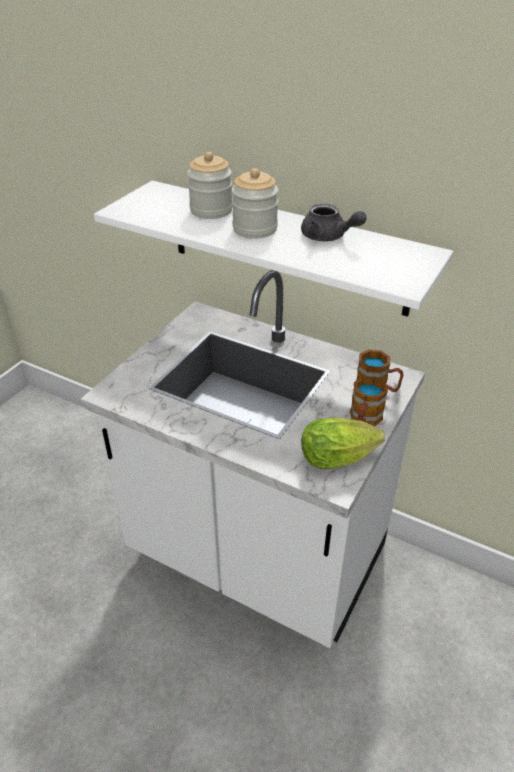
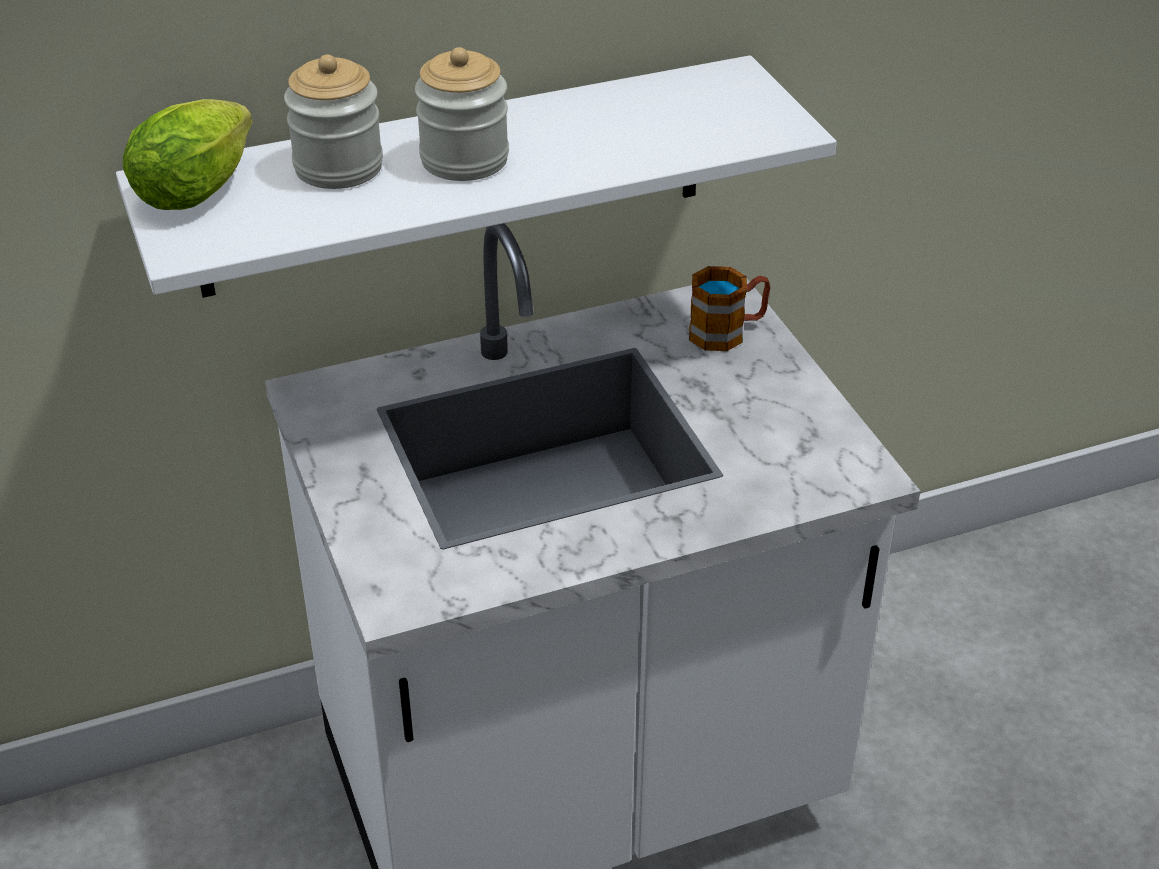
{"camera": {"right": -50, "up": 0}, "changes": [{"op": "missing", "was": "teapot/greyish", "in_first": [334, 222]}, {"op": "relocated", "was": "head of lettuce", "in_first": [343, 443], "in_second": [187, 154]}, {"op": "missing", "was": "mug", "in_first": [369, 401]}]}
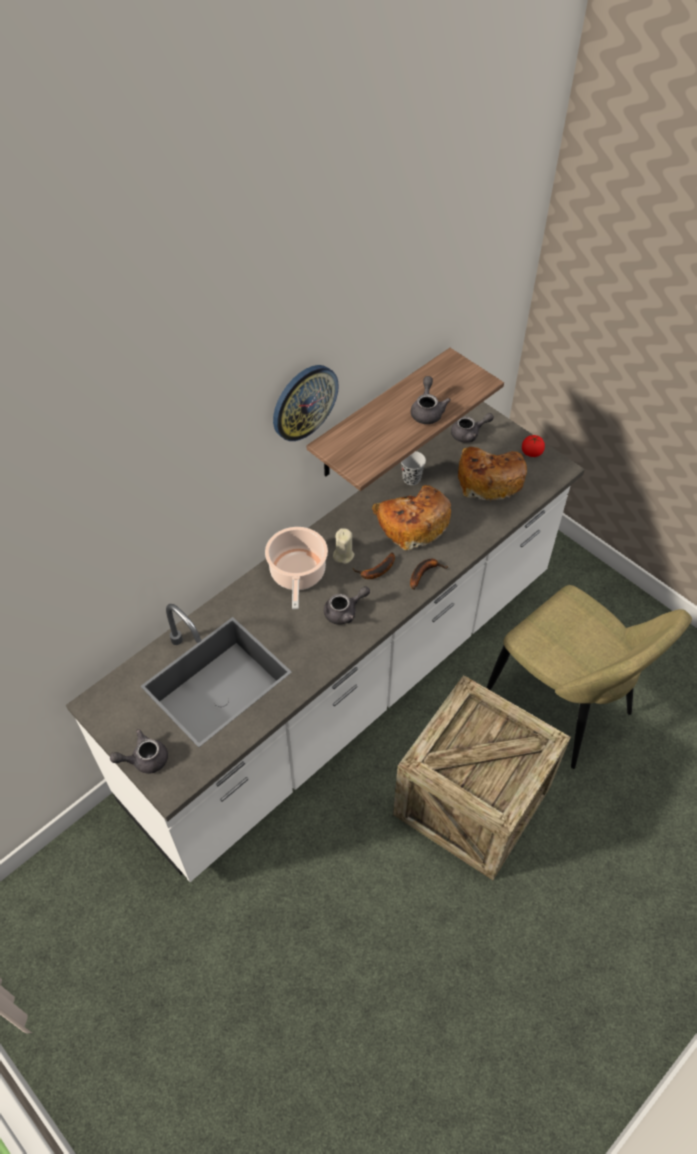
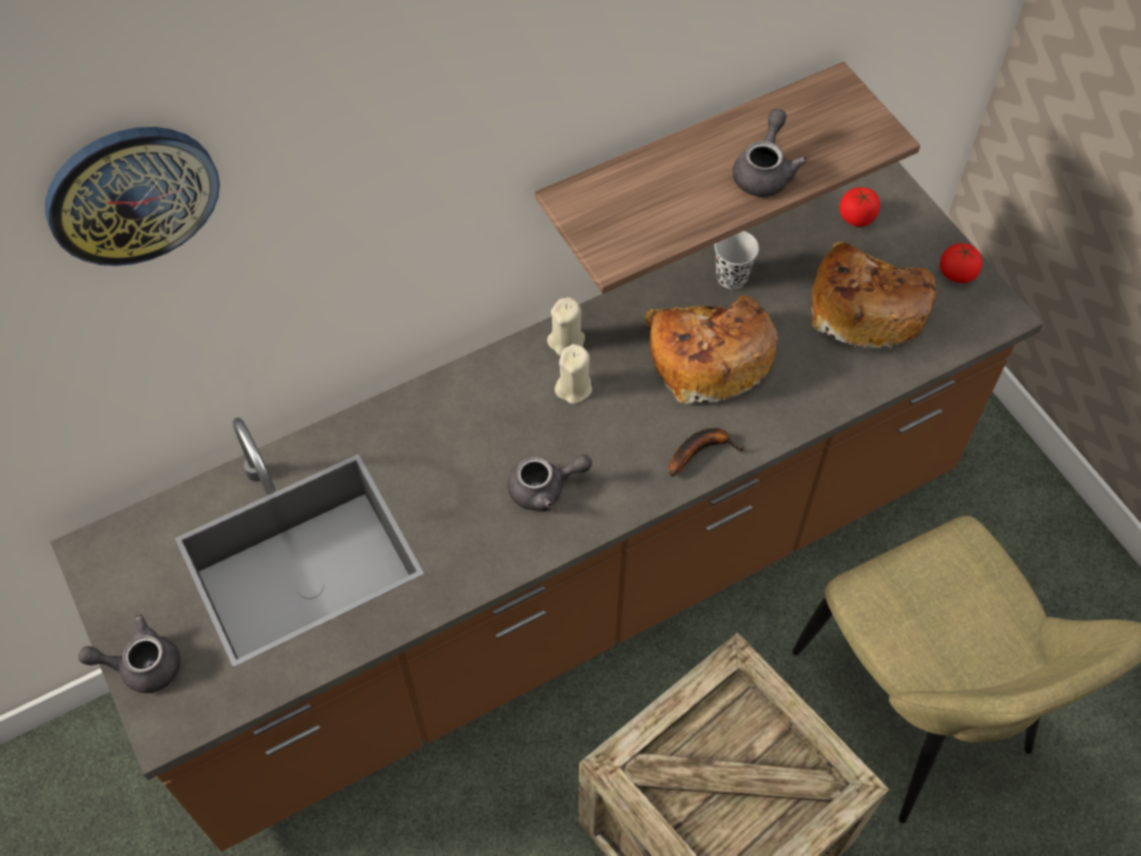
{"camera": {"right": 15, "up": 5}, "changes": [{"op": "colour", "was": "counter/whitish", "now": "counter/brown-coloured", "in_first": [325, 642], "in_second": [546, 507]}, {"op": "missing", "was": "cooking pot", "in_first": [296, 568]}, {"op": "relocated", "was": "clock on the wall", "in_first": [306, 403], "in_second": [132, 196]}, {"op": "missing", "was": "whole banana", "in_first": [374, 565]}, {"op": "exchanged", "was": "teapot/greyish", "now": "whole tomato", "in_first": [472, 428], "in_second": [860, 207]}, {"op": "appeared", "now": "wax light/sand-coloured", "in_second": [566, 326]}]}
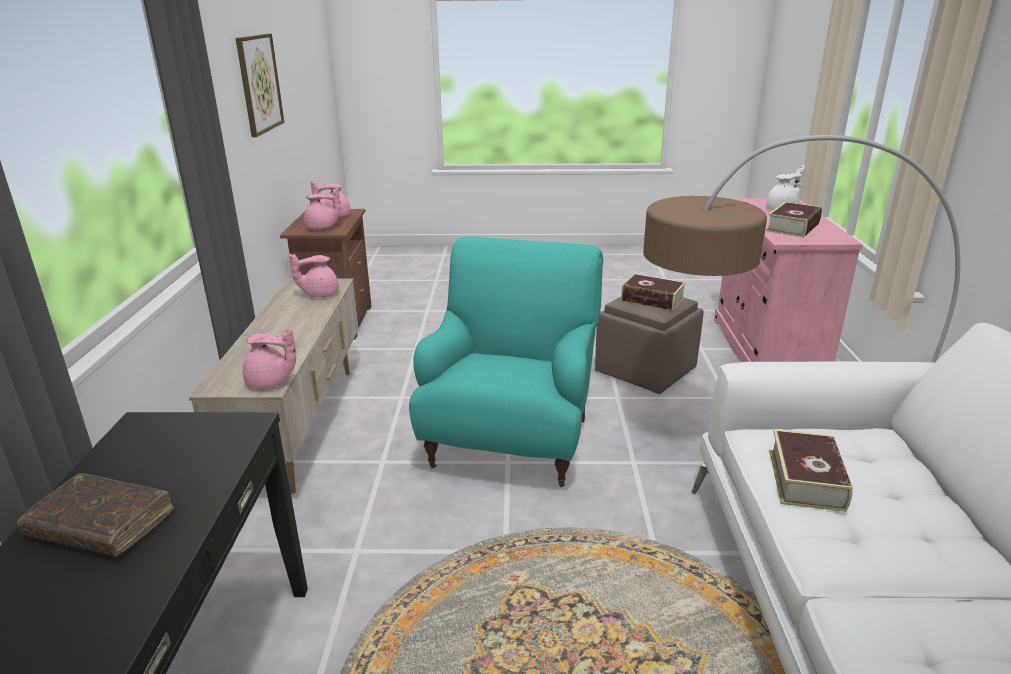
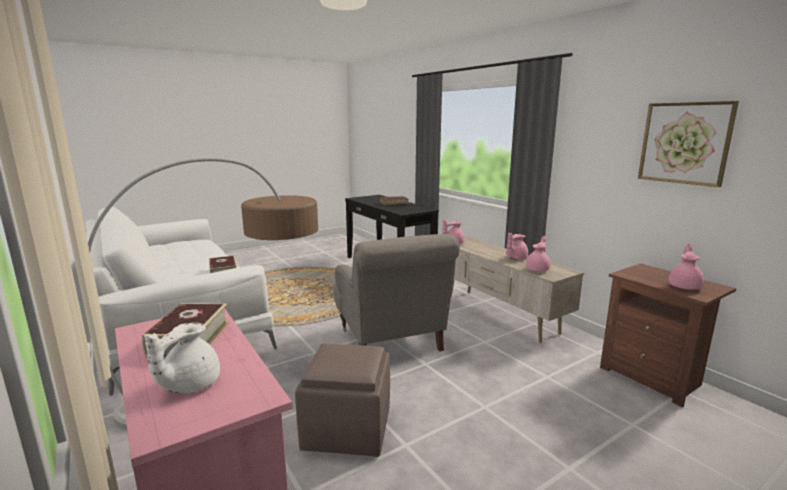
{"camera": {"right": 145, "up": -10}, "changes": [{"op": "relocated", "was": "teapot/pink", "in_first": [322, 208], "in_second": [517, 246]}, {"op": "colour", "was": "easy chair/turquoise", "now": "easy chair/greyish", "in_first": [506, 362], "in_second": [396, 293]}, {"op": "missing", "was": "book", "in_first": [653, 292]}]}
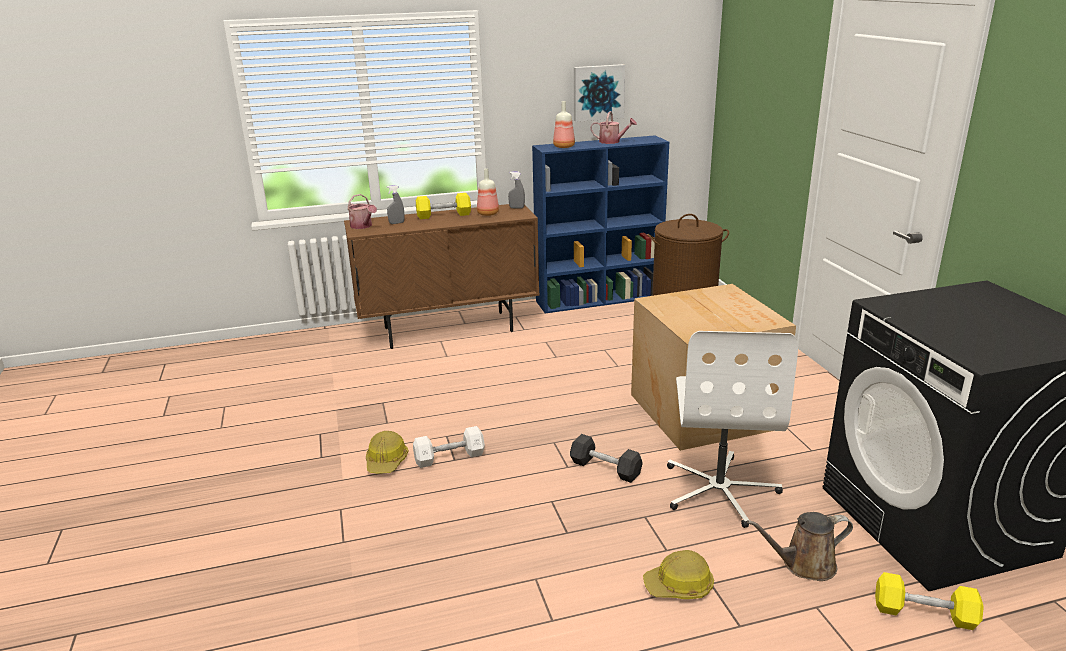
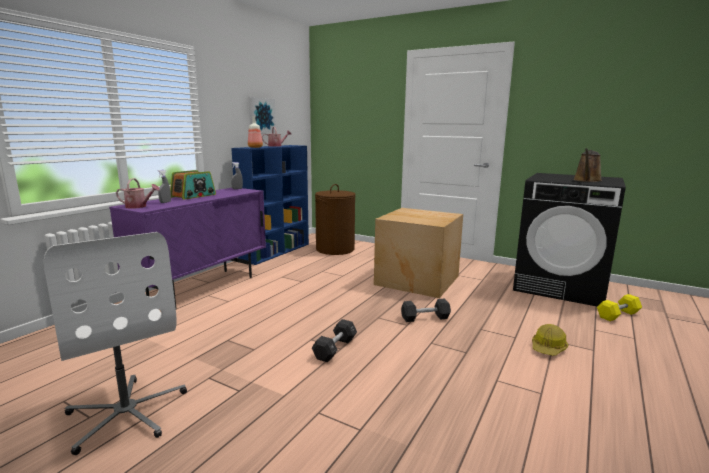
{"camera": {"right": -45, "up": -10}, "changes": [{"op": "colour", "was": "cabinet/brown-coloured", "now": "cabinet/purplish", "in_first": [441, 276], "in_second": [187, 248]}, {"op": "missing", "was": "hard hat", "in_first": [387, 452]}, {"op": "colour", "was": "free weight/whitish", "now": "free weight/blackish", "in_first": [449, 447], "in_second": [334, 341]}, {"op": "exchanged", "was": "free weight/yellow-coloured", "now": "radio receiver", "in_first": [443, 206], "in_second": [193, 185]}, {"op": "missing", "was": "drink bottle", "in_first": [488, 192]}, {"op": "relocated", "was": "computer chair/whitish", "in_first": [732, 429], "in_second": [115, 343]}, {"op": "relocated", "was": "watering can/brown-coloured", "in_first": [800, 546], "in_second": [587, 165]}]}
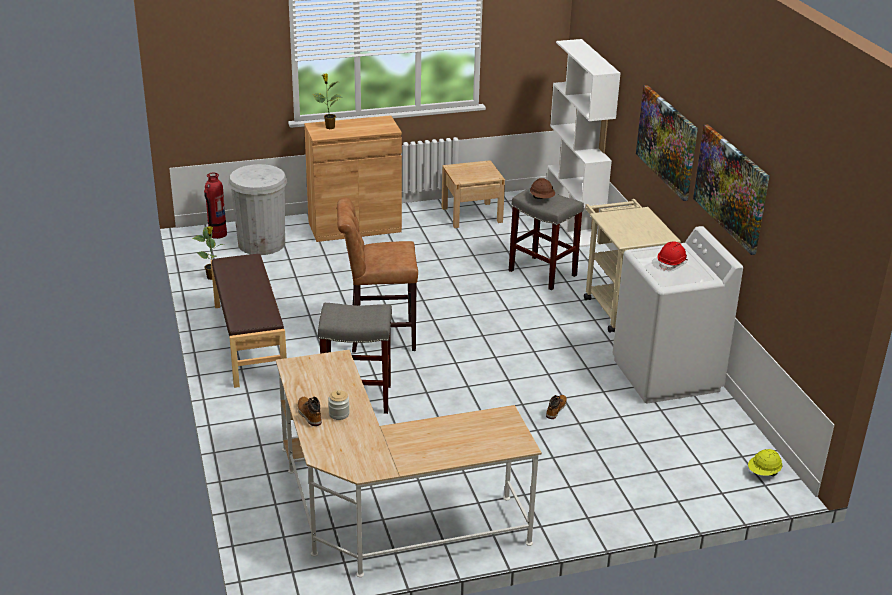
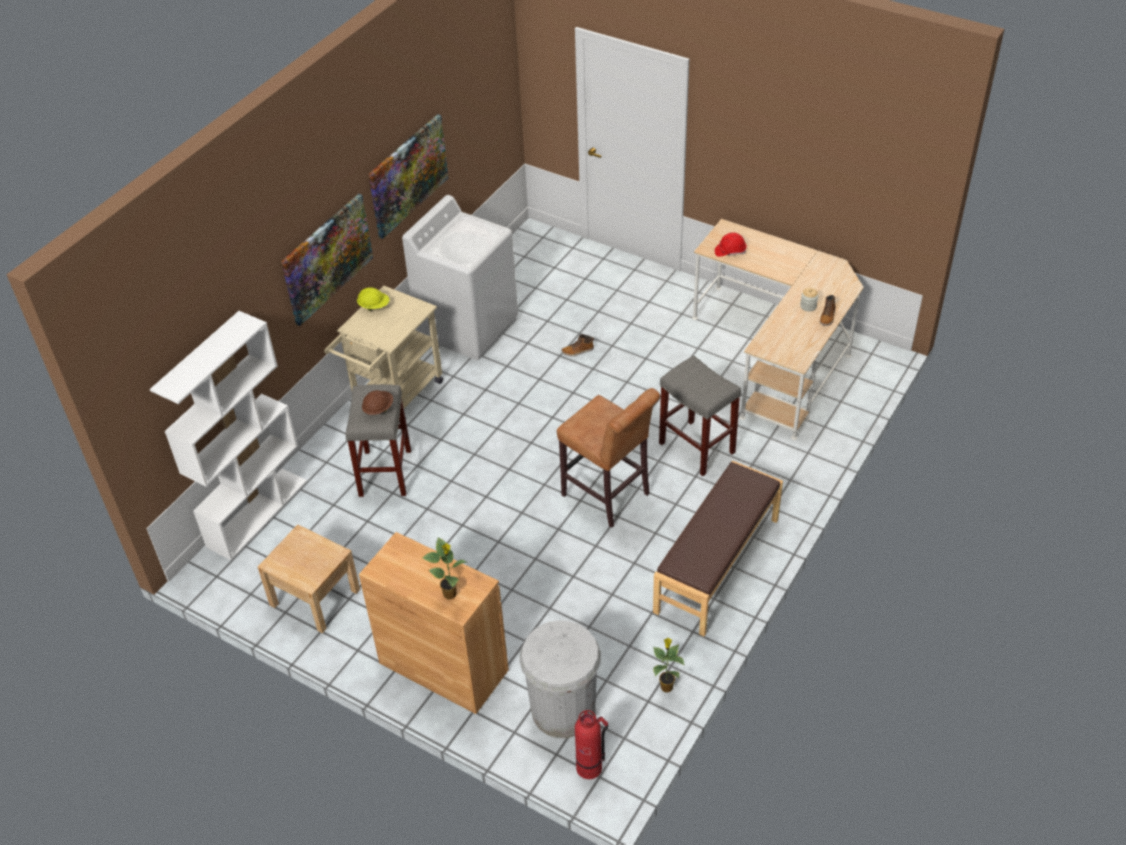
{"camera": {"right": -130, "up": 15}, "changes": [{"op": "relocated", "was": "hard hat/red", "in_first": [672, 256], "in_second": [730, 244]}, {"op": "relocated", "was": "hard hat/yellow-coloured", "in_first": [765, 462], "in_second": [373, 299]}]}
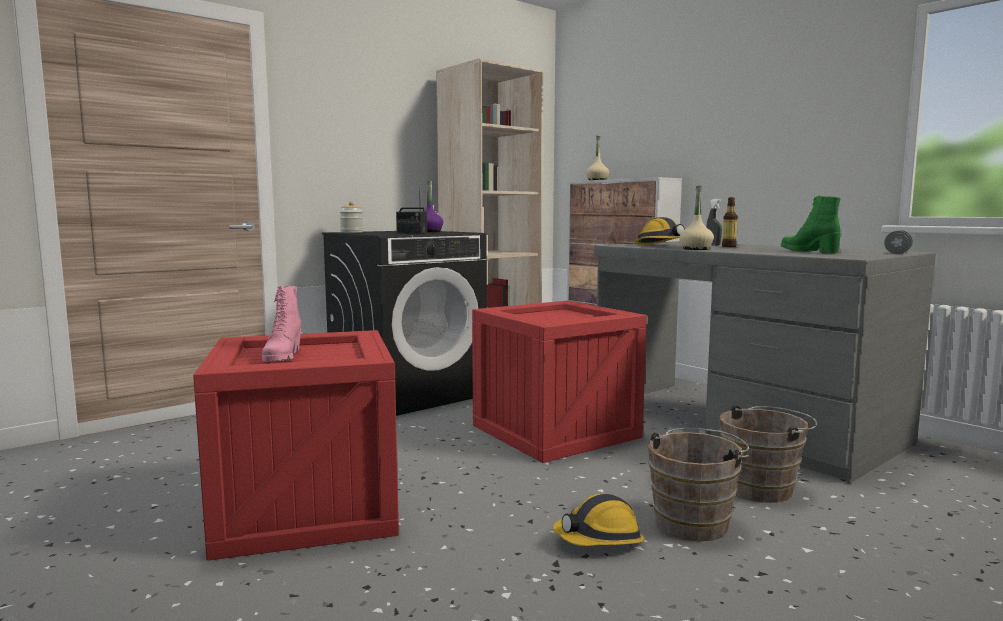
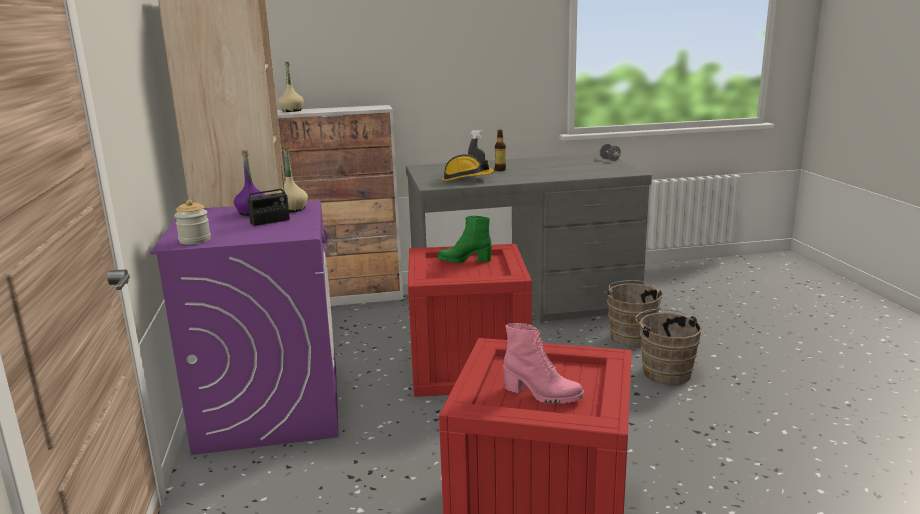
{"camera": {"right": -60, "up": 10}, "changes": [{"op": "colour", "was": "laundry machine/blackish", "now": "laundry machine/purplish", "in_first": [404, 323], "in_second": [244, 327]}, {"op": "missing", "was": "hard hat", "in_first": [599, 520]}, {"op": "relocated", "was": "drink bottle/sand-coloured", "in_first": [697, 218], "in_second": [292, 180]}, {"op": "relocated", "was": "high-top boot/greenish", "in_first": [811, 224], "in_second": [465, 239]}]}
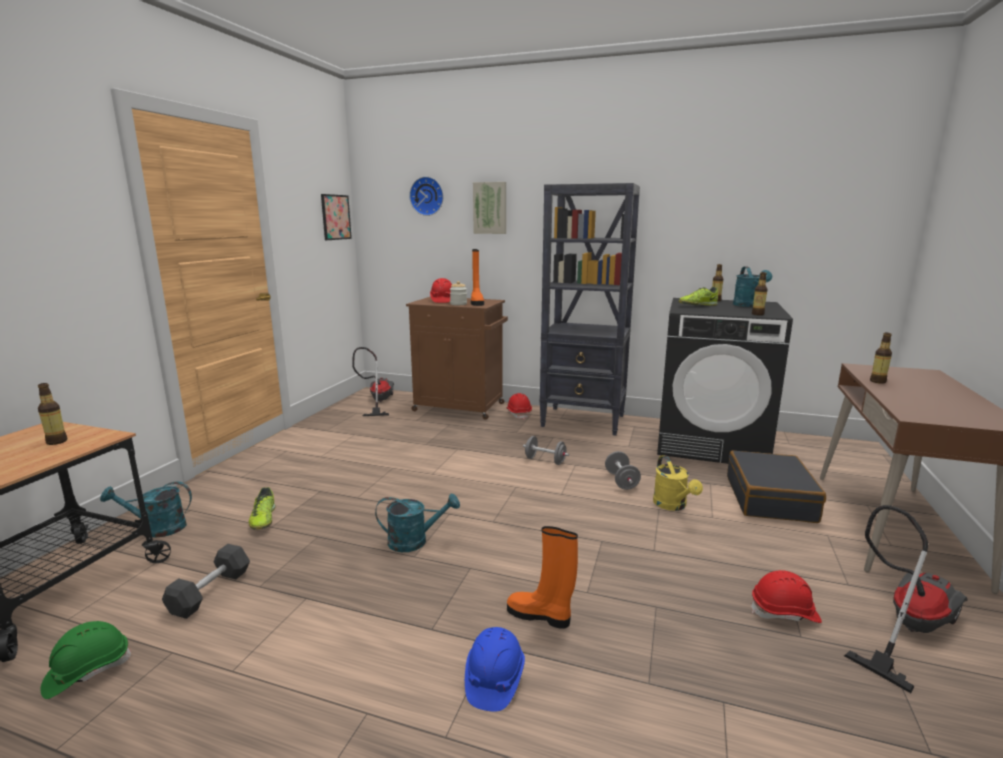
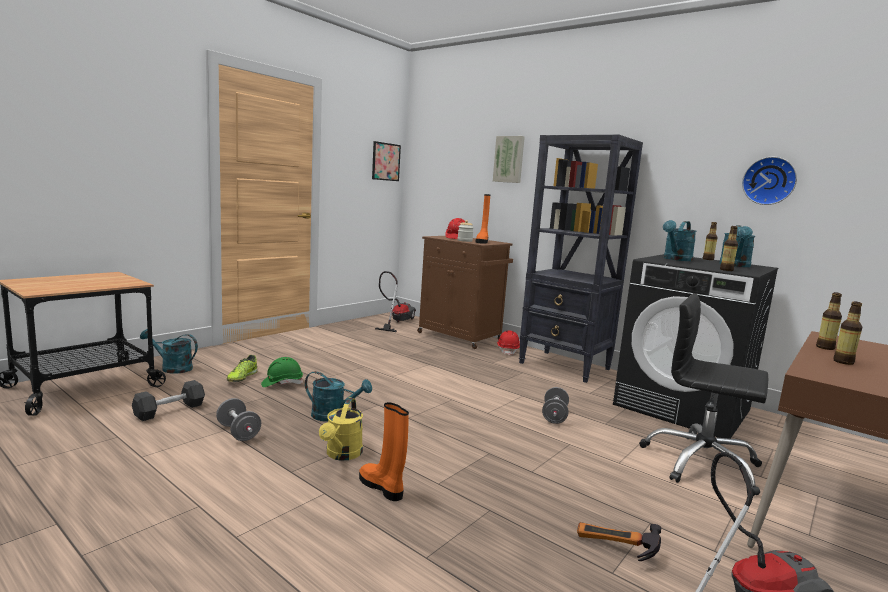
{"camera": {"right": 20, "up": -5}, "changes": [{"op": "relocated", "was": "drink bottle", "in_first": [52, 414], "in_second": [847, 333]}, {"op": "relocated", "was": "hard hat/greenish", "in_first": [86, 660], "in_second": [282, 372]}, {"op": "relocated", "was": "clock on the wall", "in_first": [426, 196], "in_second": [769, 181]}, {"op": "missing", "was": "hard hat/blue-coloured", "in_first": [495, 669]}, {"op": "relocated", "was": "free weight/greyish", "in_first": [546, 450], "in_second": [238, 419]}, {"op": "relocated", "was": "watering can/yellow-coloured", "in_first": [678, 483], "in_second": [341, 429]}, {"op": "exchanged", "was": "shoe", "now": "watering can/turquoise", "in_first": [698, 296], "in_second": [680, 240]}, {"op": "exchanged", "was": "travel case/blackish", "now": "computer chair/blackish", "in_first": [776, 487], "in_second": [704, 394]}, {"op": "exchanged", "was": "hard hat/red", "now": "tool hammer", "in_first": [786, 596], "in_second": [619, 541]}]}
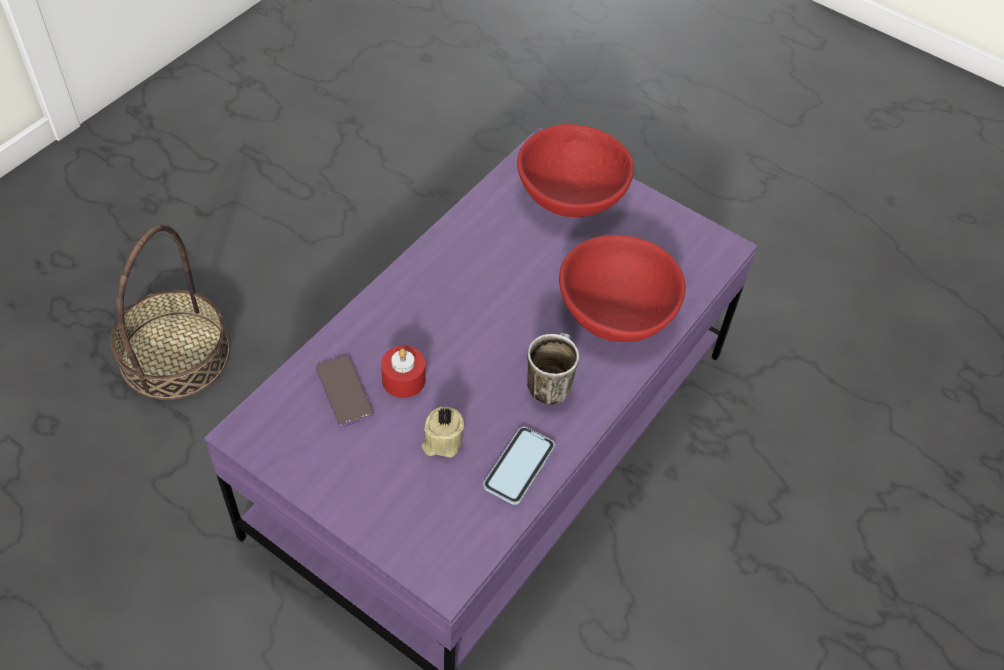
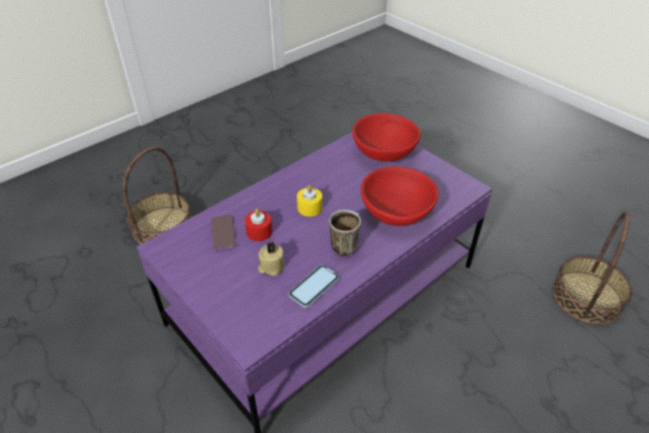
{"camera": {"right": 15, "up": -10}, "changes": [{"op": "appeared", "now": "wax light/yellow-coloured", "in_second": [309, 201]}, {"op": "appeared", "now": "household basket", "in_second": [592, 268]}]}
